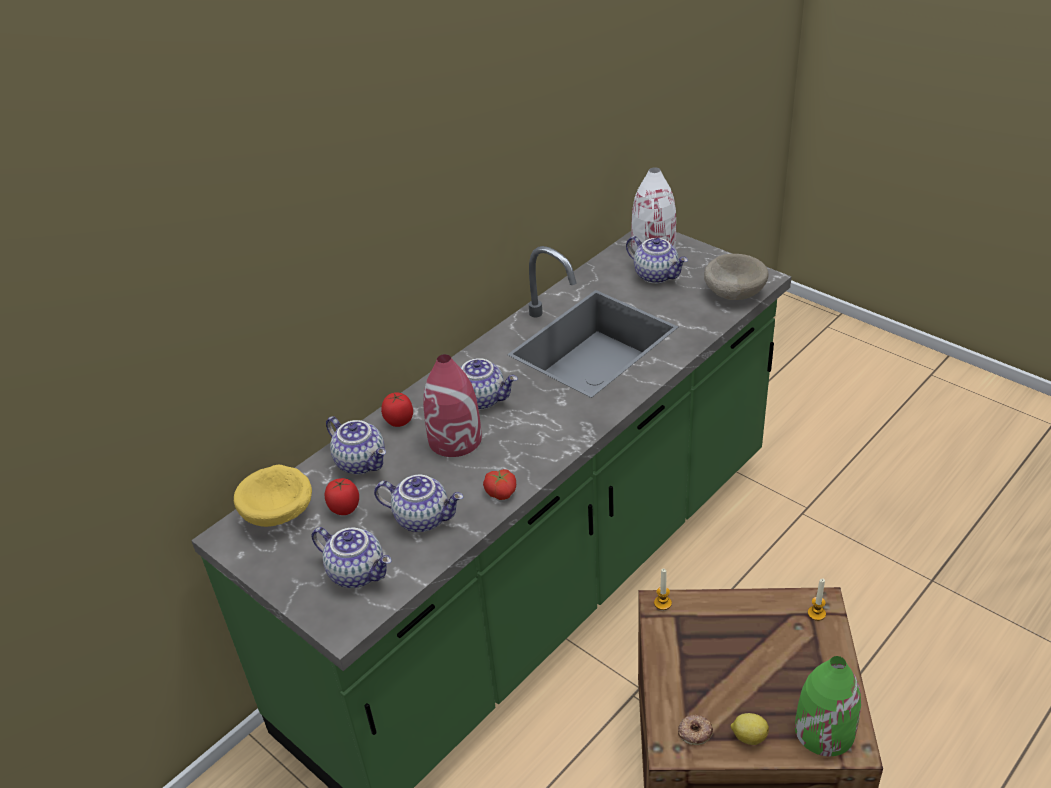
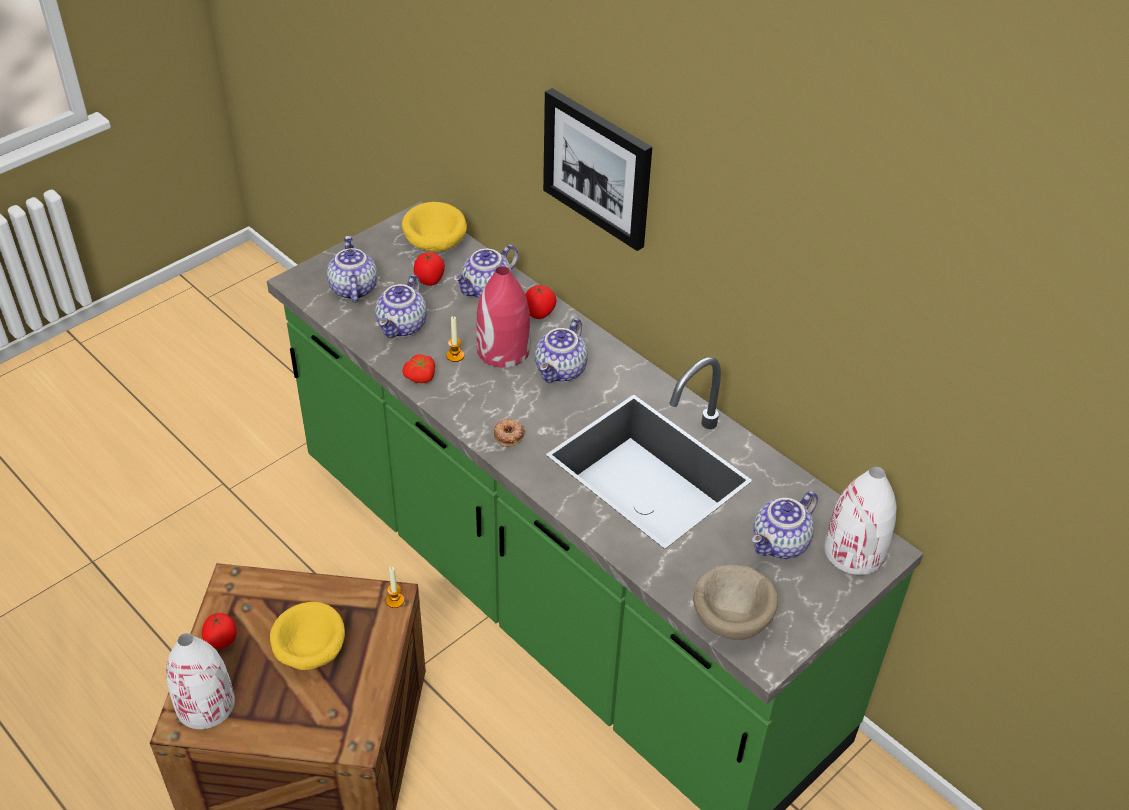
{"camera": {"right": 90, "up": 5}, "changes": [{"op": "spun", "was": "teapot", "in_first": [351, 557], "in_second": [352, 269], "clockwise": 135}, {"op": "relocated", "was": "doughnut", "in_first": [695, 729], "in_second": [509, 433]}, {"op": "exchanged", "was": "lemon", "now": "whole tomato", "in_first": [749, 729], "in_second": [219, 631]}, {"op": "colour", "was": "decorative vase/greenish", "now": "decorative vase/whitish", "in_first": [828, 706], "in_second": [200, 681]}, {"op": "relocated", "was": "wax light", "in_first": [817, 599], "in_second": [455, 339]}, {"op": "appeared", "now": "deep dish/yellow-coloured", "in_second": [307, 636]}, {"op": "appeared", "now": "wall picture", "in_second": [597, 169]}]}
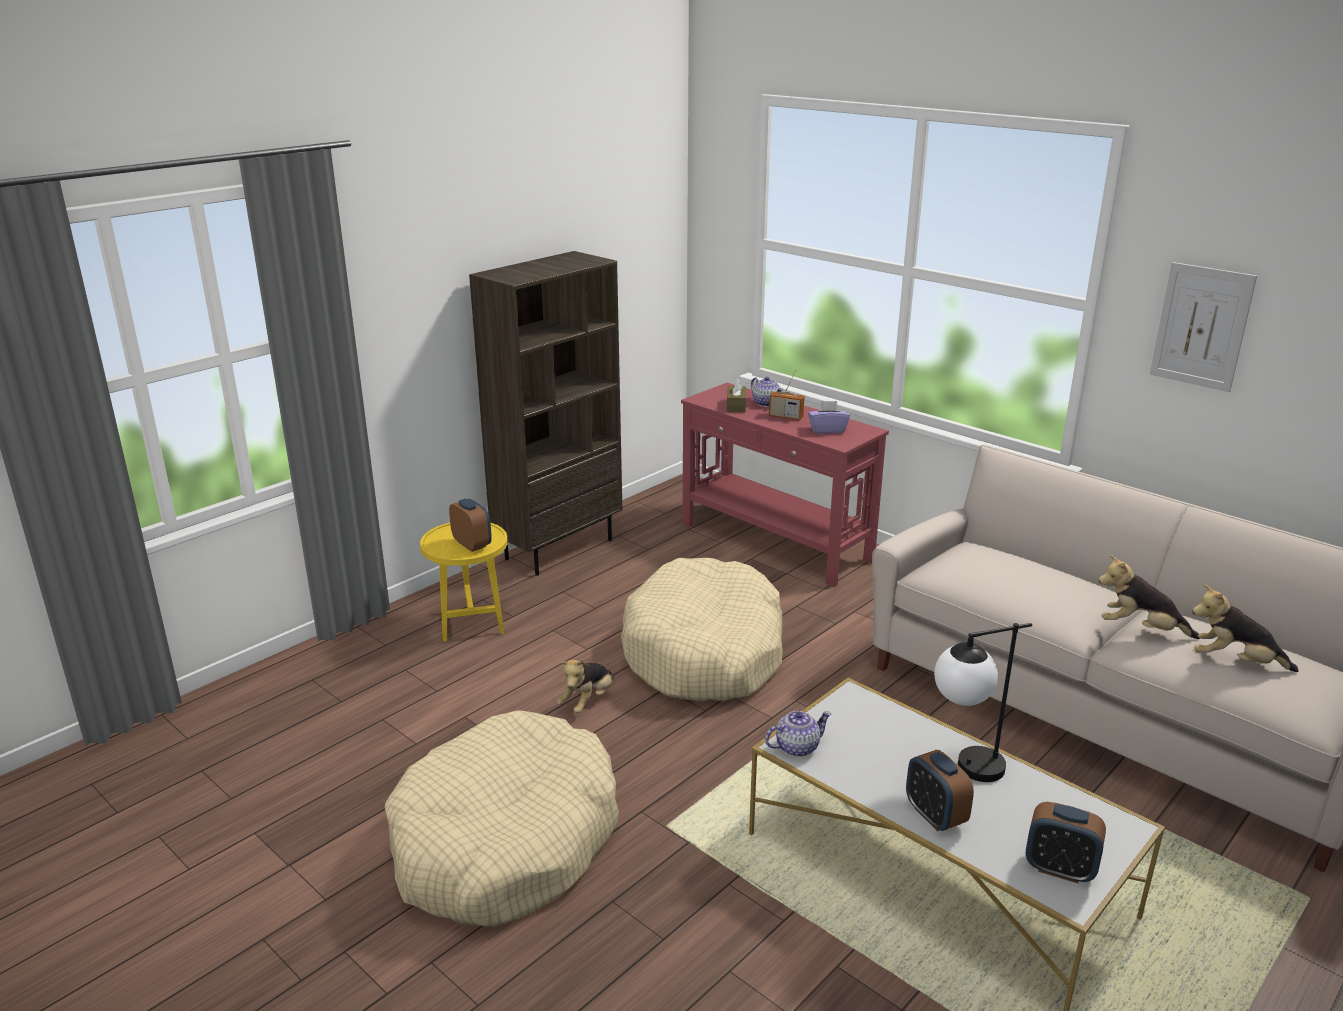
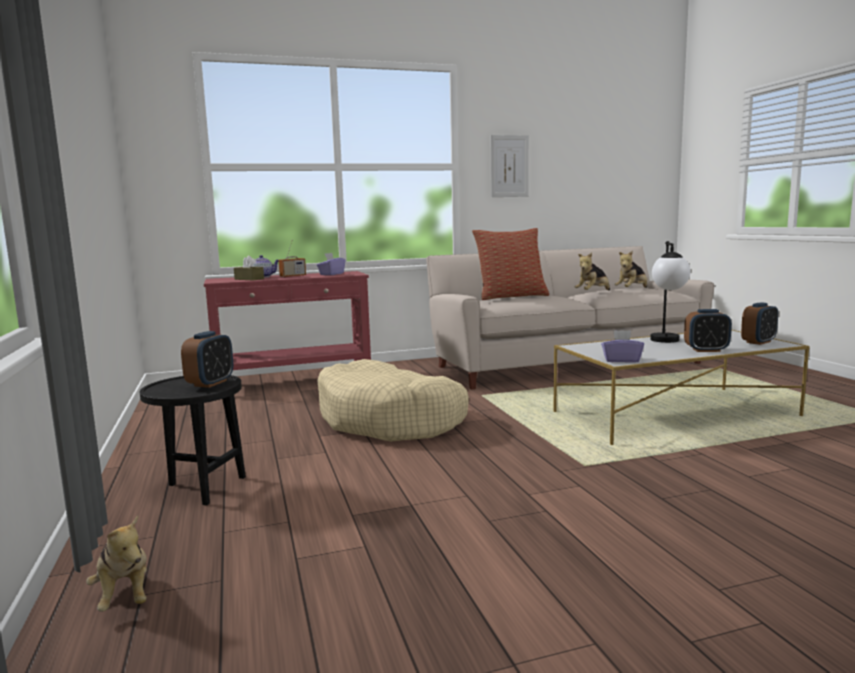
{"camera": {"right": -60, "up": -15}, "changes": [{"op": "missing", "was": "dog bed/sand-coloured", "in_first": [502, 818]}, {"op": "colour", "was": "side table/yellow-coloured", "now": "side table/blackish", "in_first": [464, 582], "in_second": [193, 440]}, {"op": "spun", "was": "table clock", "in_first": [470, 525], "in_second": [207, 359], "clockwise": 120}, {"op": "missing", "was": "bookcase/brown-coloured", "in_first": [545, 413]}, {"op": "relocated", "was": "plush toy", "in_first": [585, 686], "in_second": [116, 563]}, {"op": "exchanged", "was": "teapot", "now": "tissue box/purplish", "in_first": [798, 734], "in_second": [622, 346]}, {"op": "appeared", "now": "throw pillow", "in_second": [510, 264]}]}
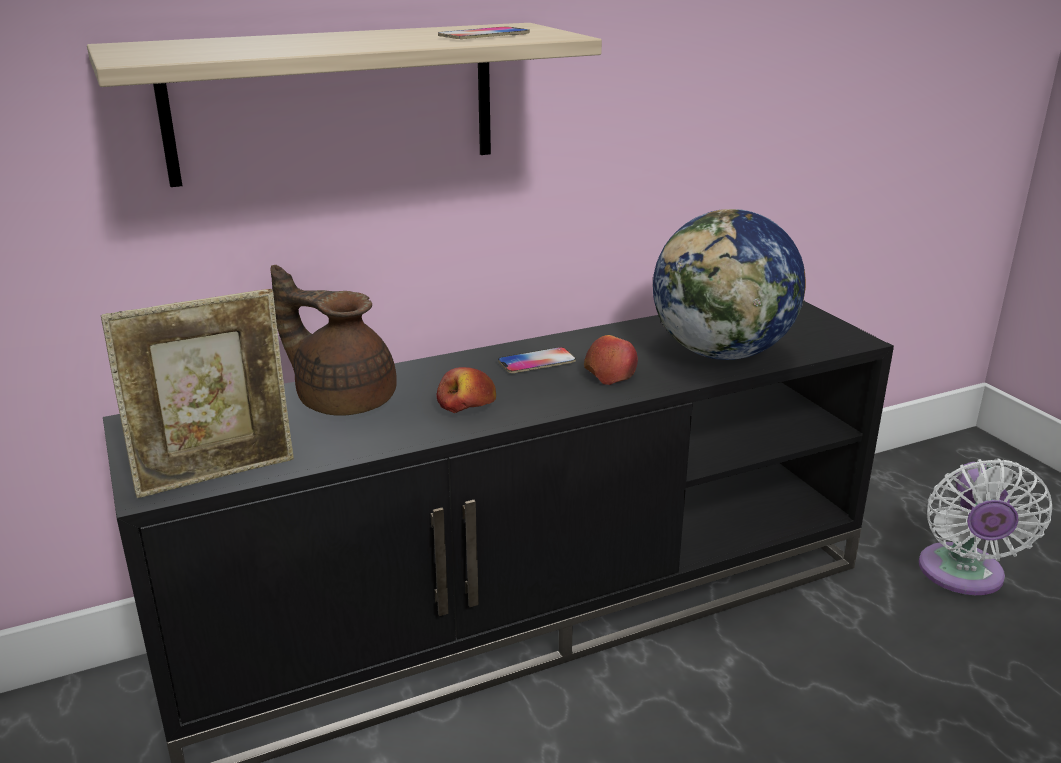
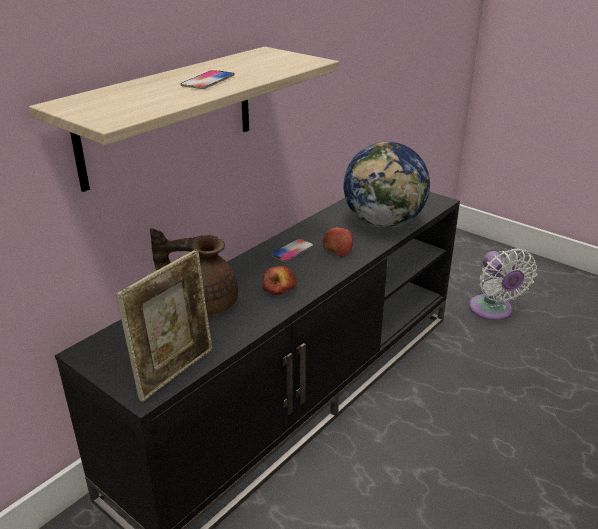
{"camera": {"right": -25, "up": 5}, "changes": [{"op": "relocated", "was": "phone", "in_first": [484, 33], "in_second": [208, 79]}]}
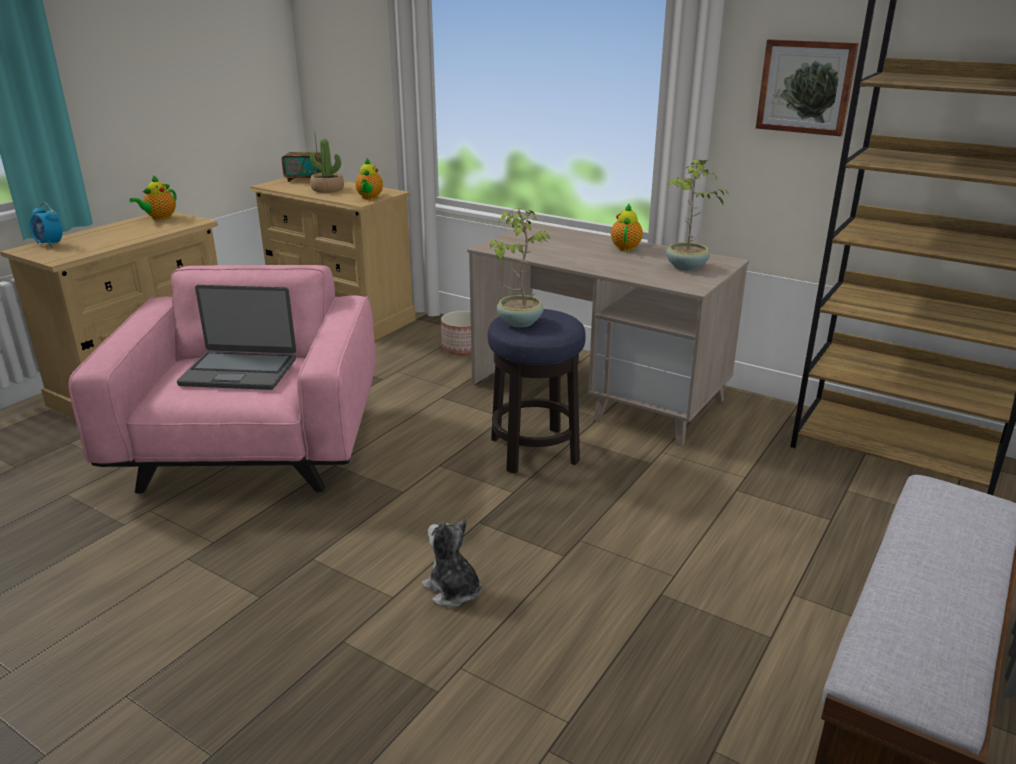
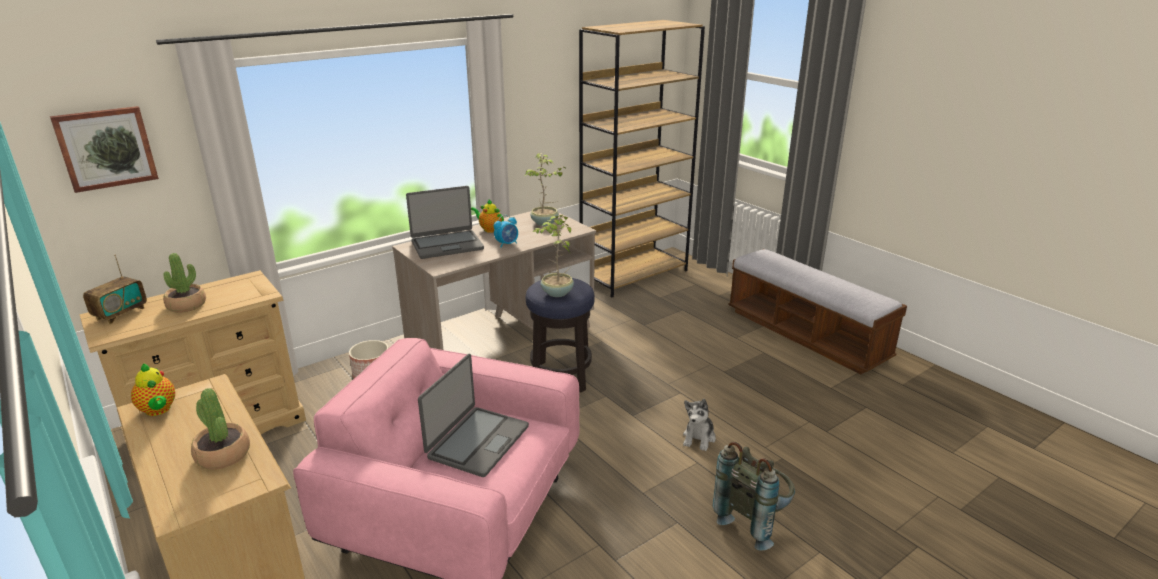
{"camera": {"right": -70, "up": 0}, "changes": [{"op": "relocated", "was": "table clock", "in_first": [46, 225], "in_second": [506, 231]}, {"op": "missing", "was": "teapot", "in_first": [369, 179]}, {"op": "spun", "was": "plush toy", "in_first": [451, 562], "in_second": [699, 425], "clockwise": -45}, {"op": "relocated", "was": "wall picture", "in_first": [807, 87], "in_second": [104, 149]}, {"op": "appeared", "now": "potted plant", "in_second": [220, 428]}, {"op": "appeared", "now": "notebook computer", "in_second": [445, 222]}, {"op": "appeared", "now": "rucksack/greyish", "in_second": [754, 496]}]}
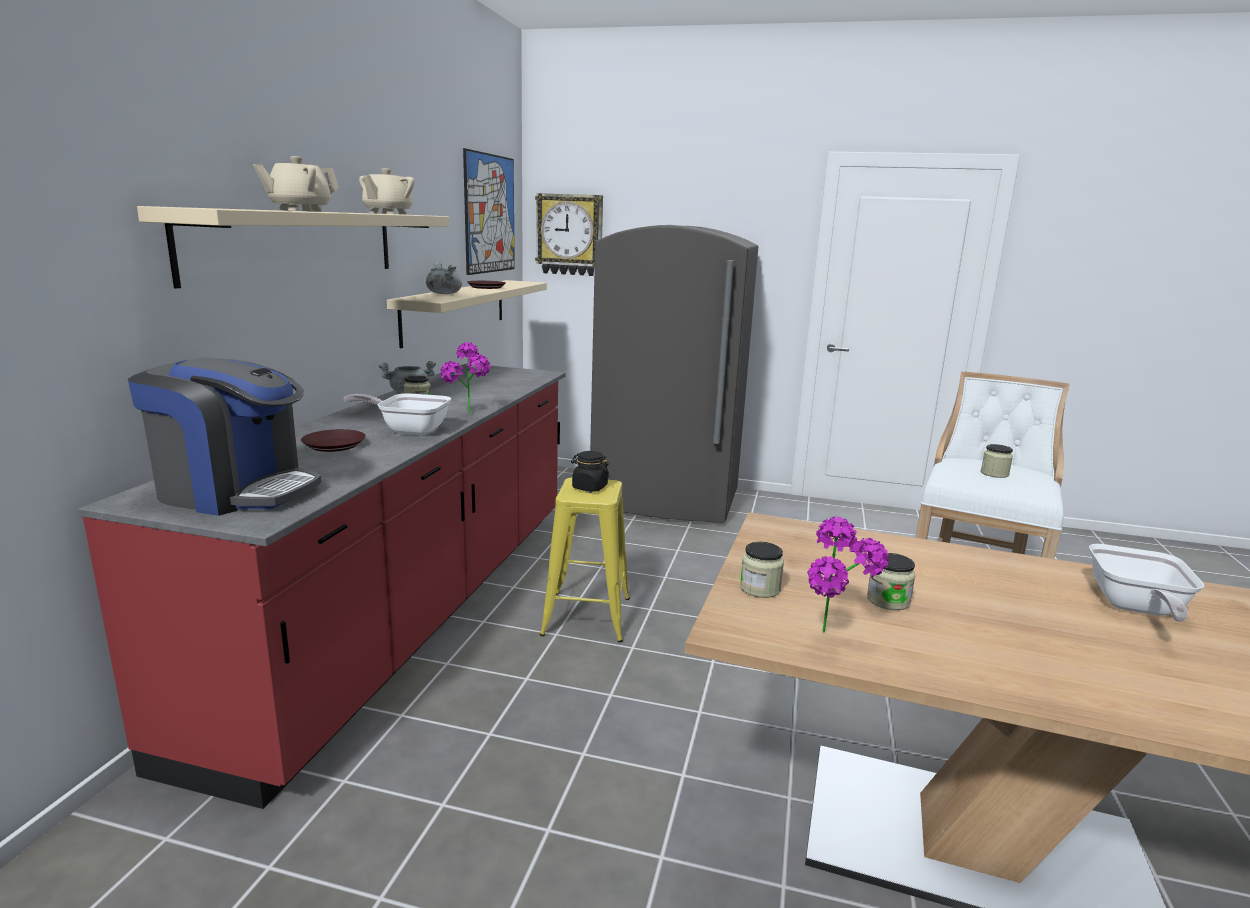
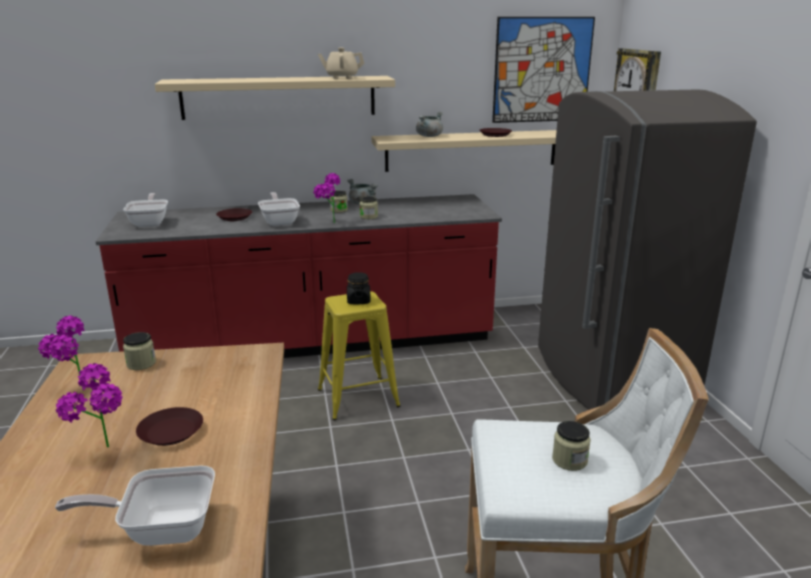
{"camera": {"right": 65, "up": 5}, "changes": [{"op": "exchanged", "was": "coffee machine", "now": "pan", "in_first": [224, 436], "in_second": [145, 210]}, {"op": "missing", "was": "teapot/sand-coloured", "in_first": [296, 184]}, {"op": "relocated", "was": "preserve jar", "in_first": [891, 581], "in_second": [368, 207]}, {"op": "appeared", "now": "potted plant", "in_second": [89, 405]}, {"op": "appeared", "now": "plate/brown-coloured", "in_second": [169, 426]}]}
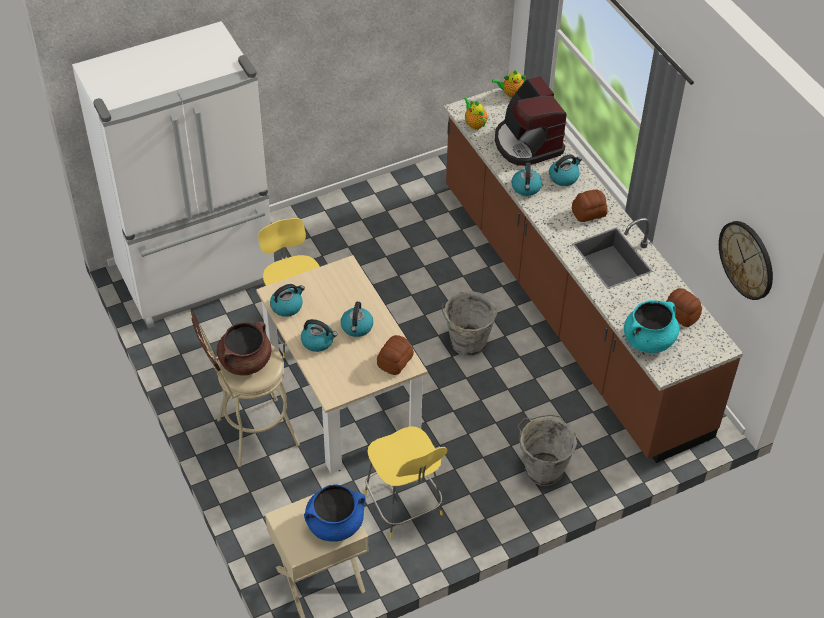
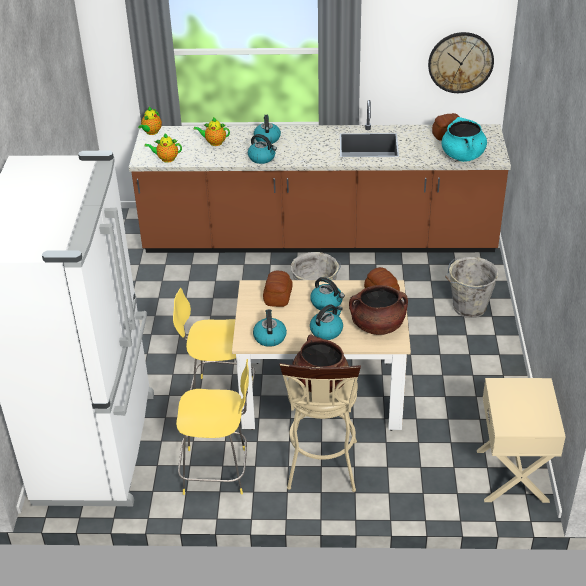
{"camera": {"right": -60, "up": -10}, "changes": [{"op": "missing", "was": "cooking pot/blue-coloured", "in_first": [335, 513]}, {"op": "relocated", "was": "sitting stool/yellow-coloured", "in_first": [405, 482], "in_second": [212, 427]}, {"op": "exchanged", "was": "coffee machine", "now": "teapot", "in_first": [531, 121], "in_second": [211, 131]}, {"op": "relocated", "was": "bakery bread", "in_first": [590, 205], "in_second": [278, 289]}, {"op": "appeared", "now": "cooking pot/brown-coloured", "in_second": [378, 310]}]}
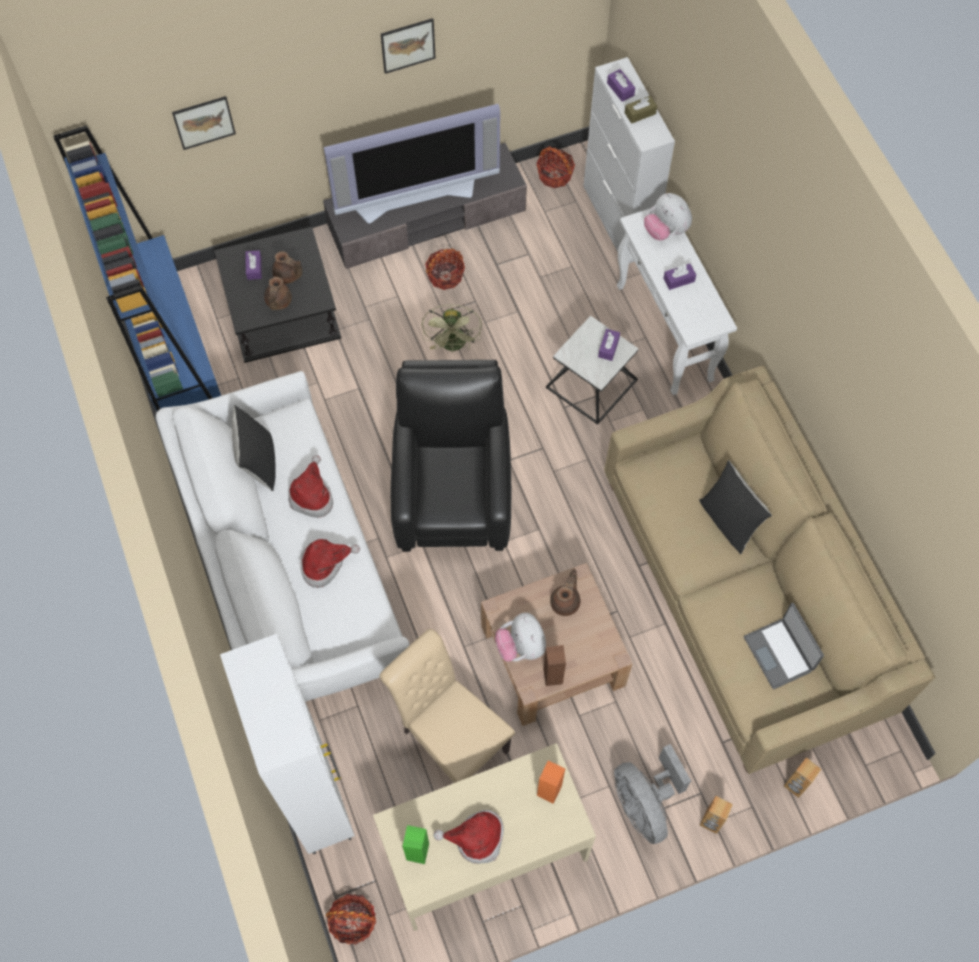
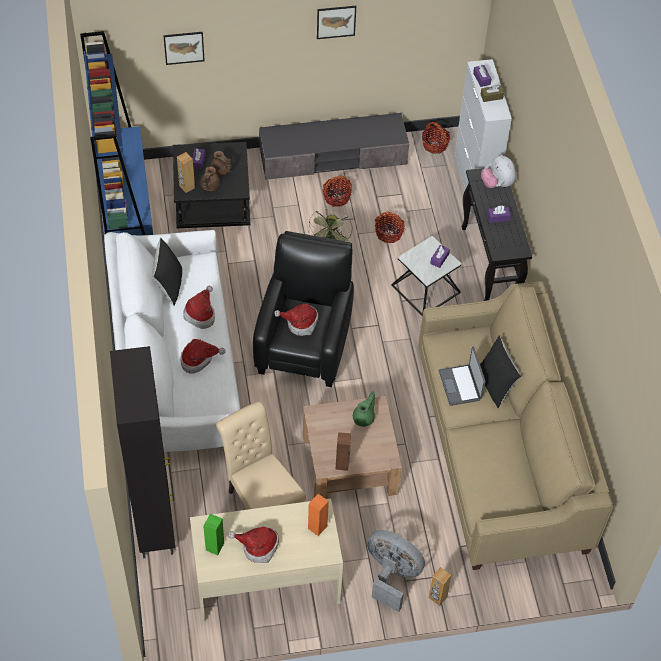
{"camera": {"right": 10, "up": -10}, "changes": [{"op": "colour", "was": "cabinet/whitish", "now": "cabinet/blackish", "in_first": [287, 744], "in_second": [142, 452]}, {"op": "missing", "was": "TV set", "in_first": [412, 164]}, {"op": "relocated", "was": "household basket", "in_first": [351, 919], "in_second": [390, 227]}, {"op": "missing", "was": "plush toy", "in_first": [520, 637]}, {"op": "colour", "was": "teapot/brown-coloured", "now": "teapot/greenish", "in_first": [565, 592], "in_second": [364, 409]}, {"op": "spun", "was": "fan/greyish", "in_first": [652, 794], "in_second": [396, 571], "clockwise": 135}, {"op": "colour", "was": "console table/whitish", "now": "console table/blackish", "in_first": [677, 301], "in_second": [496, 234]}, {"op": "relocated", "was": "notebook computer", "in_first": [784, 646], "in_second": [462, 376]}, {"op": "relocated", "was": "loudspeaker/brown-coloured", "in_first": [802, 777], "in_second": [186, 172]}, {"op": "appeared", "now": "clothing hat", "in_second": [296, 320]}]}
